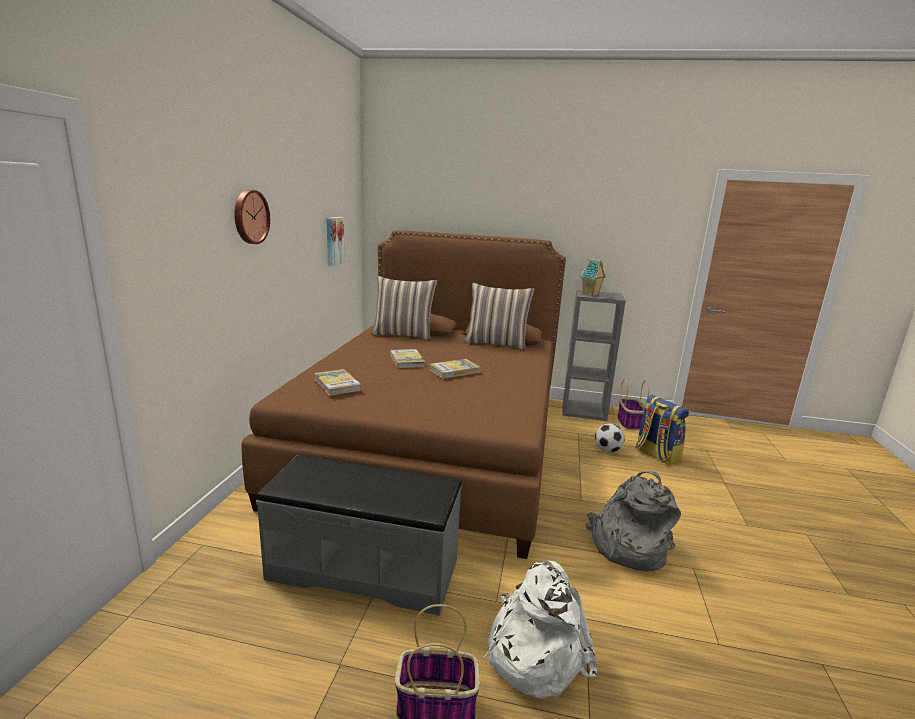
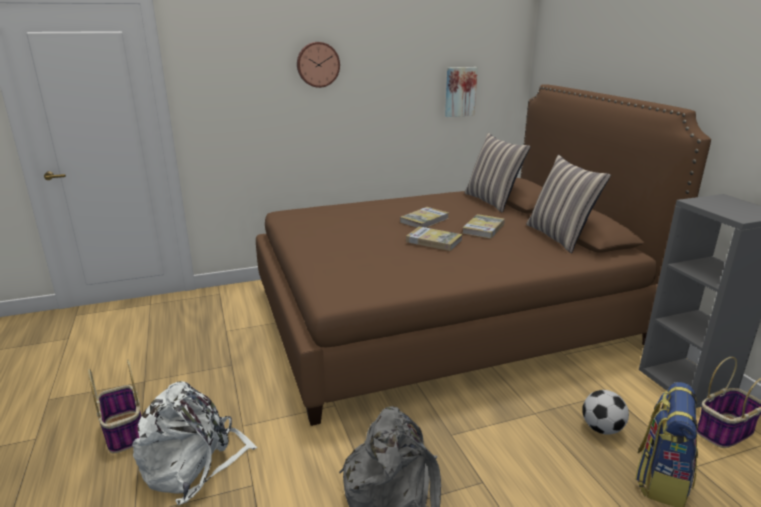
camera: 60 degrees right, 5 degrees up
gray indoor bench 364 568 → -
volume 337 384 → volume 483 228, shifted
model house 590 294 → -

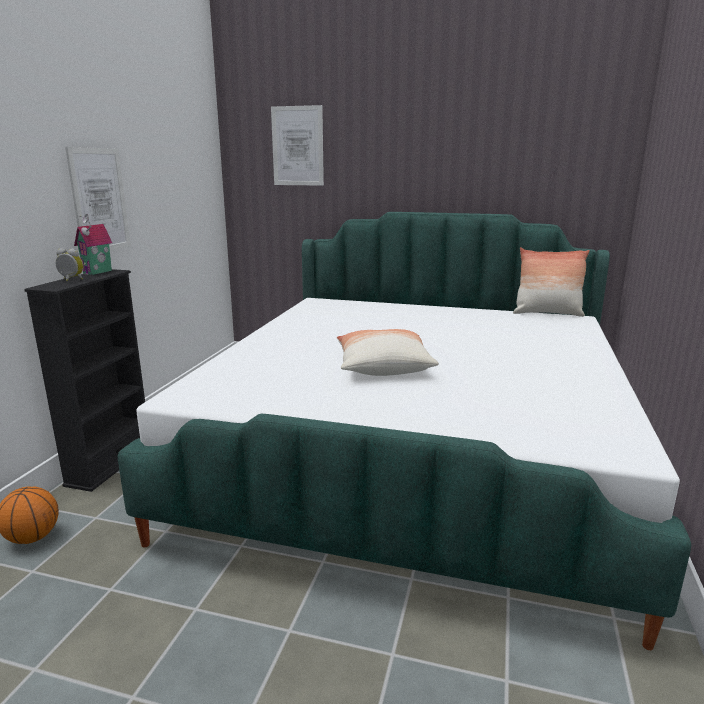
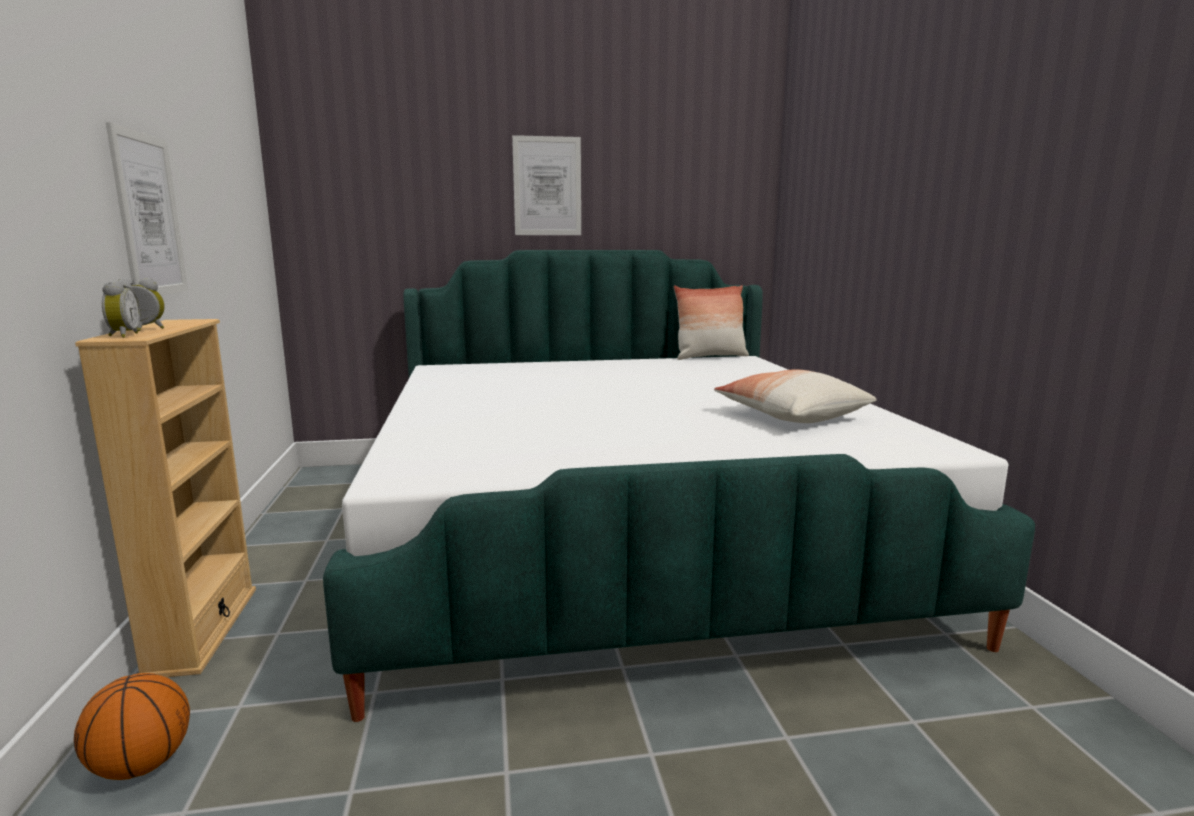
camera: 25 degrees left, 5 degrees down
black bookcase 110 464 → beige bookcase 203 630
model house 98 272 → -
wall art 297 146 → wall art 547 186, shifted
throw pillow 382 367 → throw pillow 791 416, shifted
- → table clock 122 335

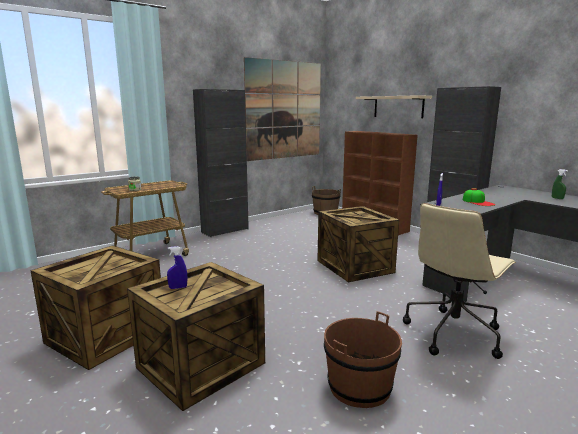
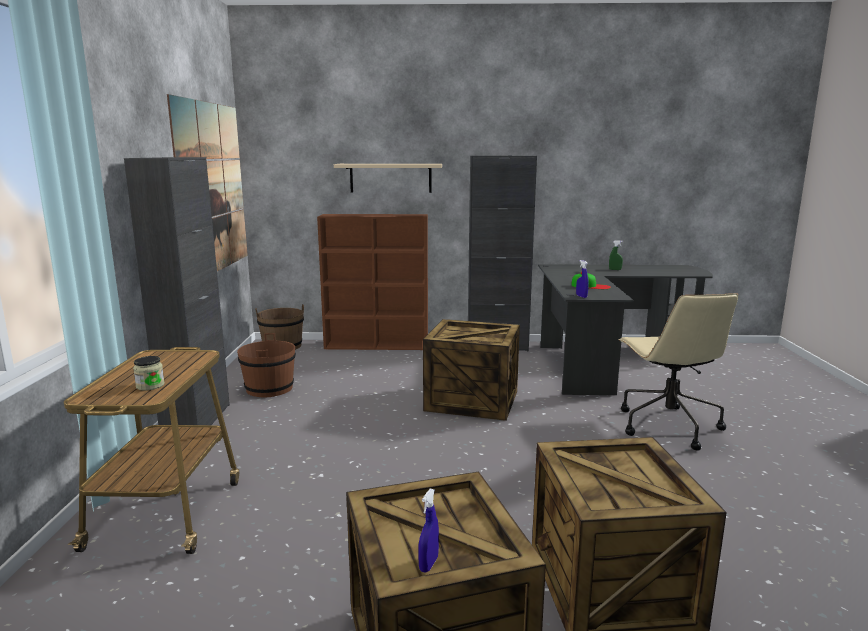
camera: 50 degrees left, 0 degrees up
blue-coloured spray bottle 178 287 → blue-coloured spray bottle 428 564, shifted
brown-coloured water bucket 359 386 → brown-coloured water bucket 269 388, shifted

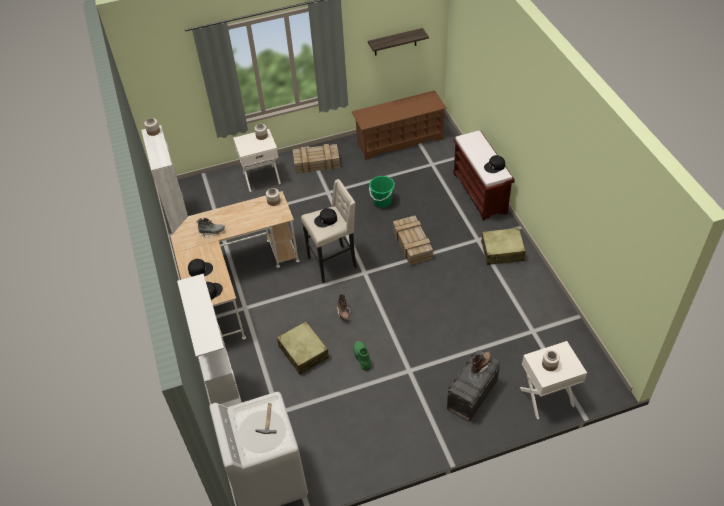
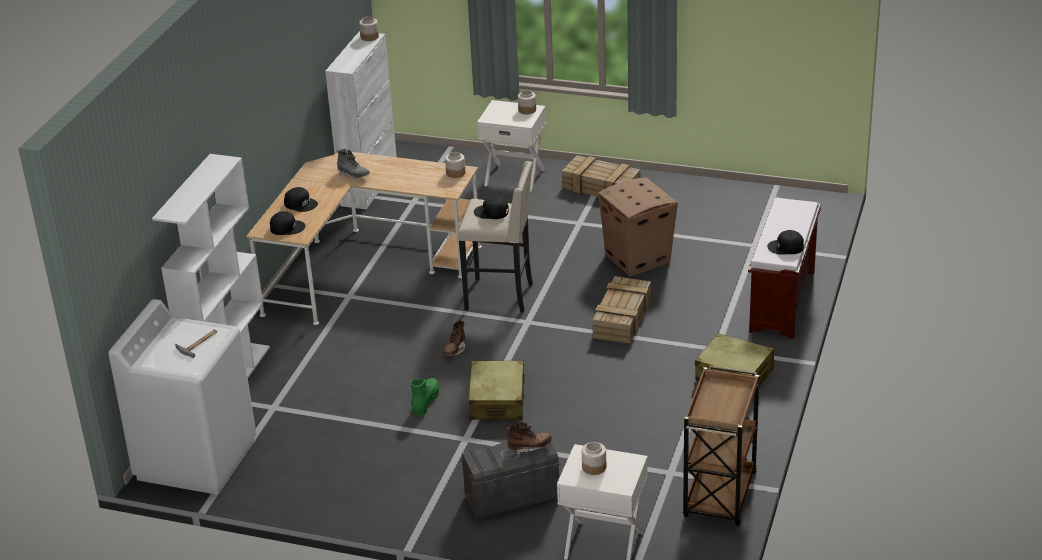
camera: 35 degrees right, 15 degrees down
beige travel case 303 352 → beige travel case 497 400, shifted
brown-coloured shoe shelf 399 140 → -
shelf 395 42 → -
greenish water bucket 382 201 → cardboard box 638 259
- → brown-coloured trolley 719 496

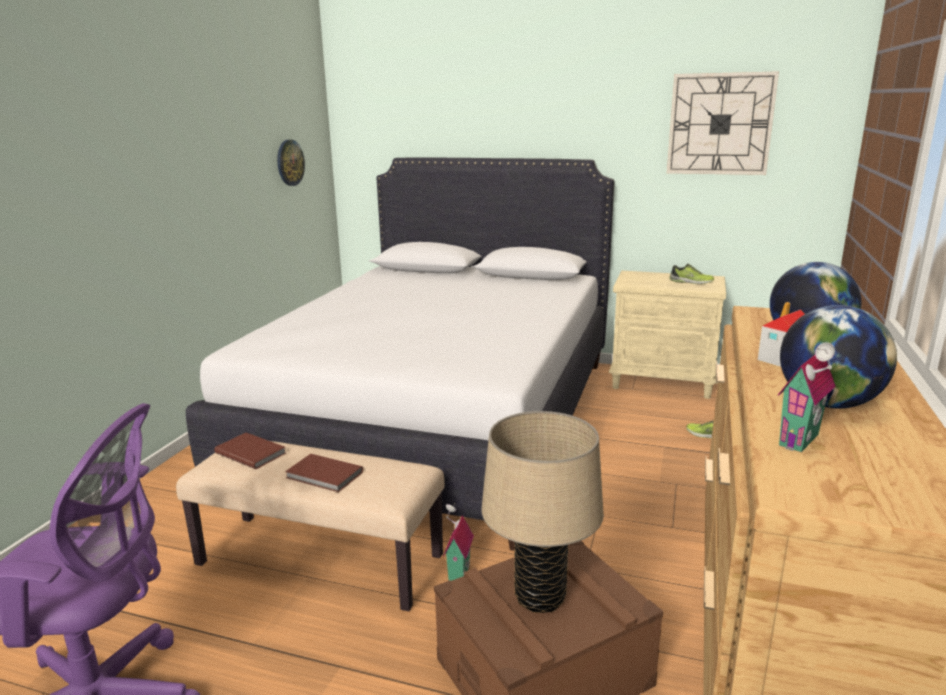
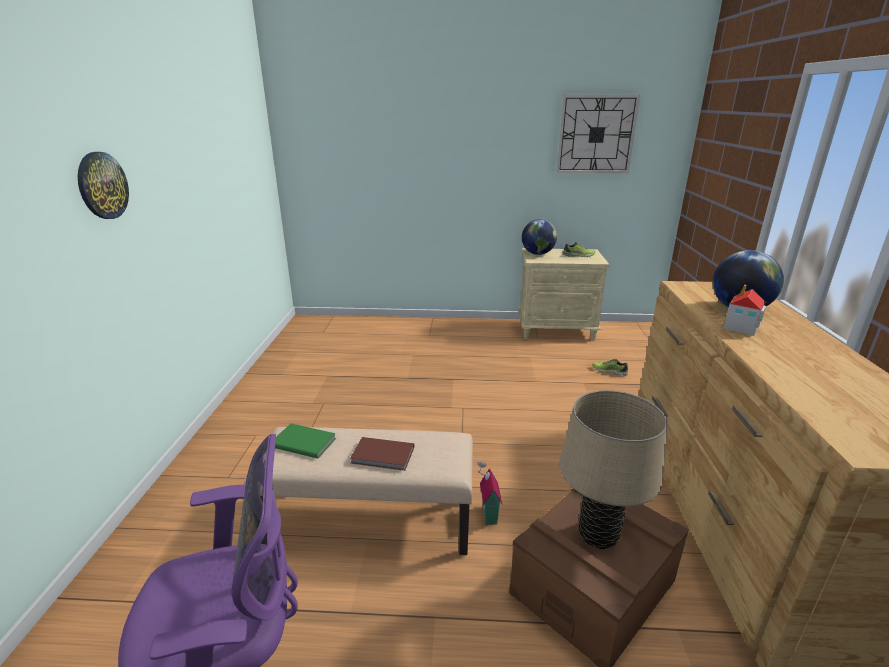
camera: 15 degrees left, 5 degrees up
whitish bedroom bed 438 417 → -
brown-coloured volume 251 452 → greenish volume 304 442
wall clock 289 162 → wall clock 102 185, shifted
model house 802 441 → -
world globe 828 403 → world globe 537 254, shifted

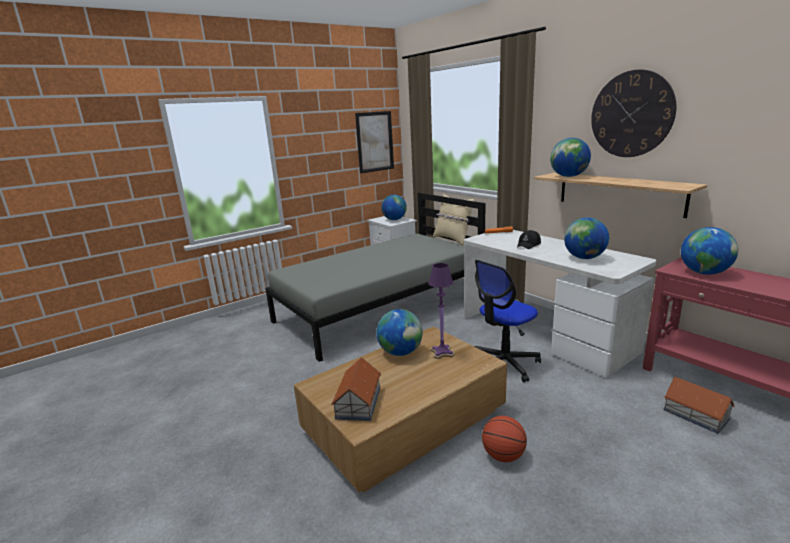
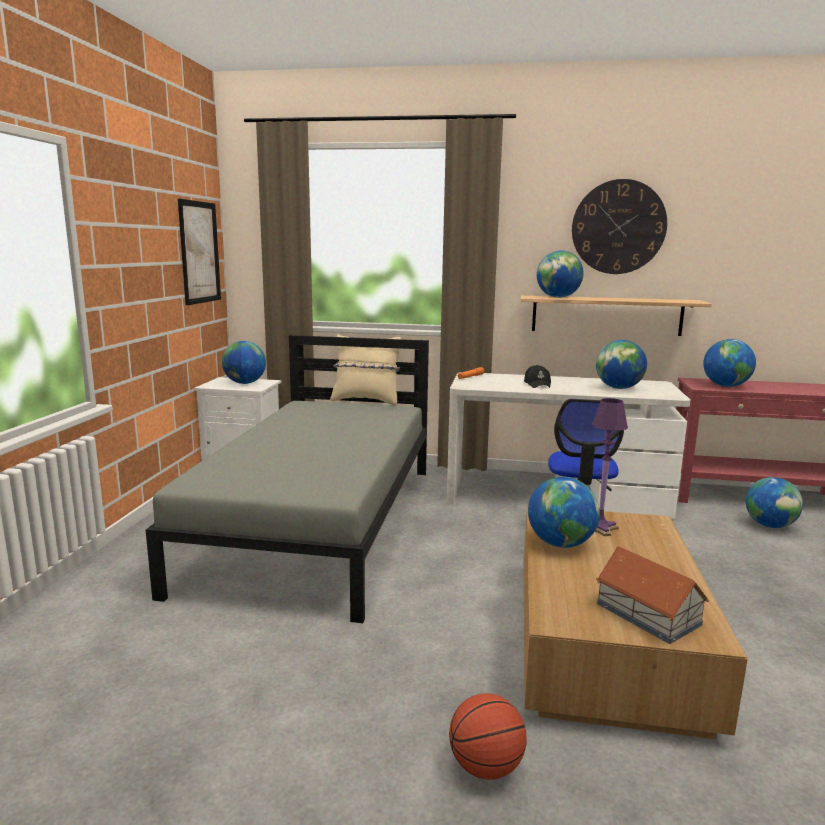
camera: 45 degrees left, 5 degrees down
ball for basketball 503 456 → ball for basketball 485 766, shifted
model house 696 415 → world globe 769 525

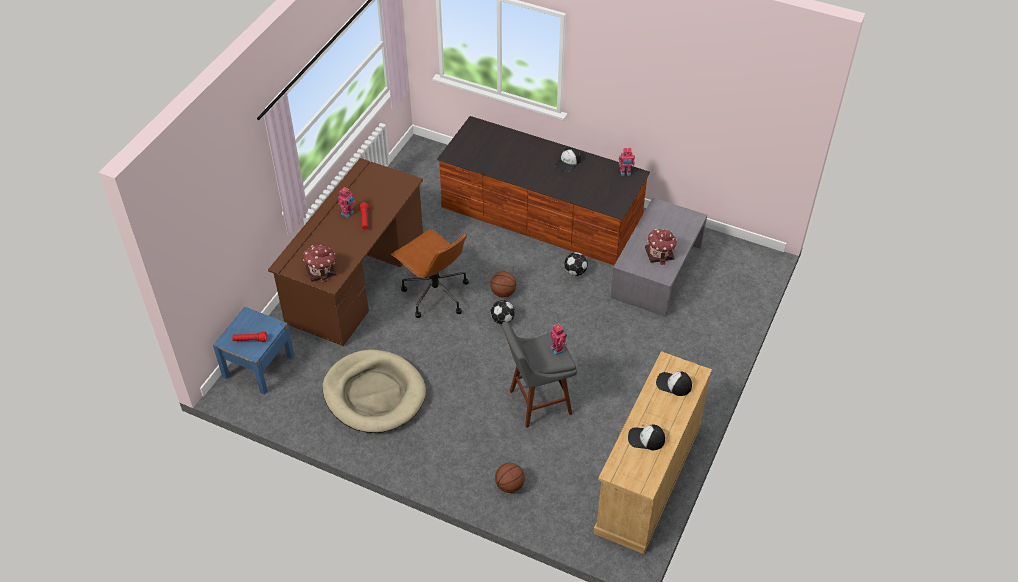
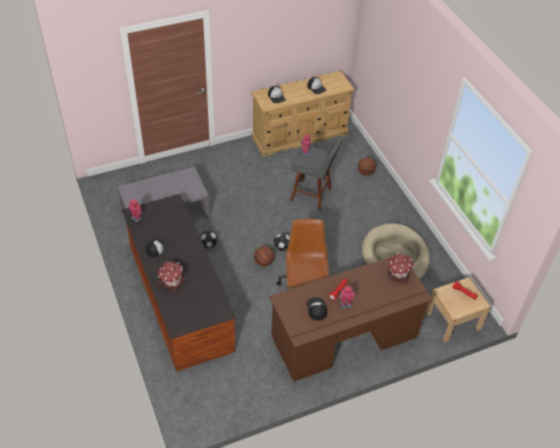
camera: 140 degrees left, 0 degrees up
blue-coloured bedside table 258 366 → beige bedside table 453 321
model house 660 254 → model house 171 282, shifted
- → cap 316 309

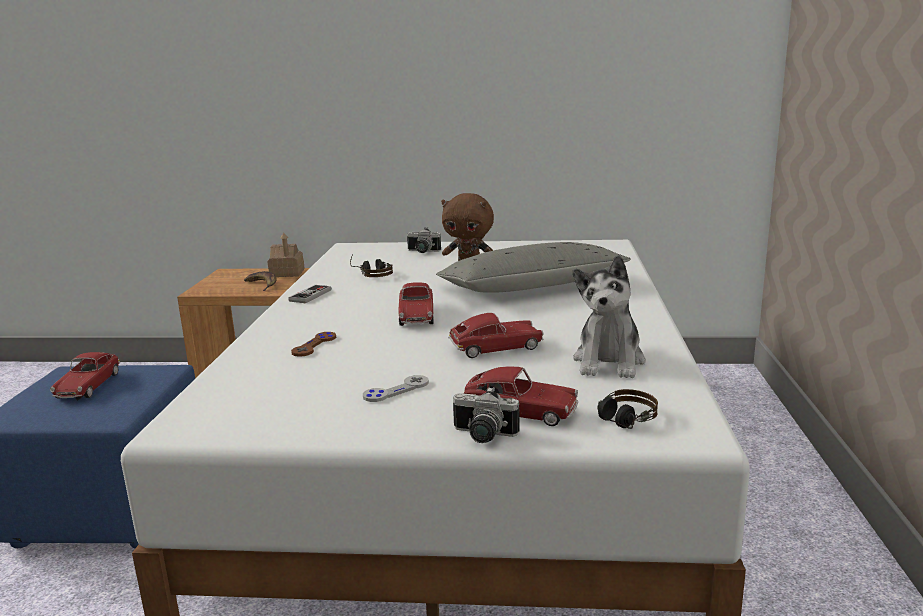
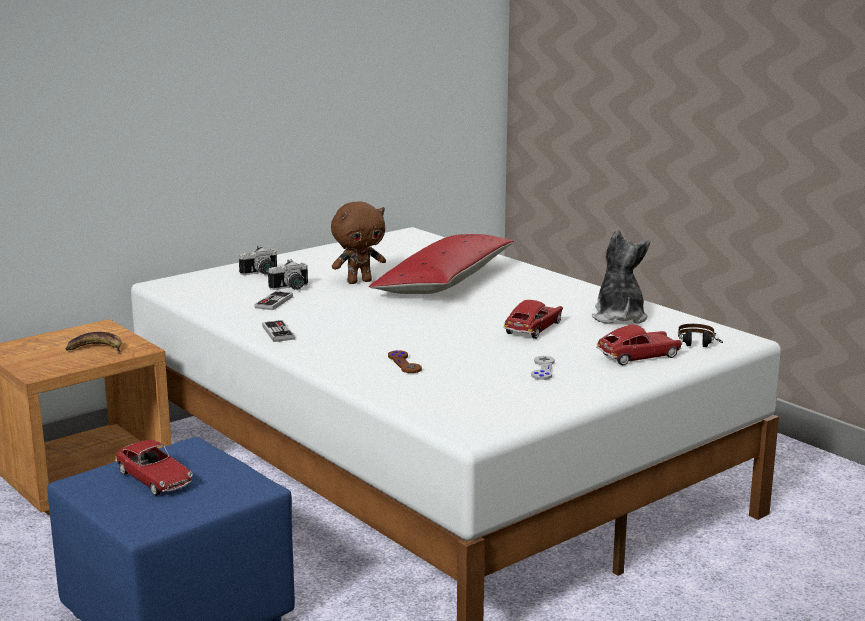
camera: 45 degrees left, 0 degrees up
model house 287 273 → -
headphones 371 273 → joypad 274 302
model car 416 315 → -
gray throw pillow 531 287 → red-coloured throw pillow 444 282
still camera 482 436 → still camera 291 288, shifted
cuddly toy 609 361 → cuddly toy 618 317, 150 degrees counterclockwise

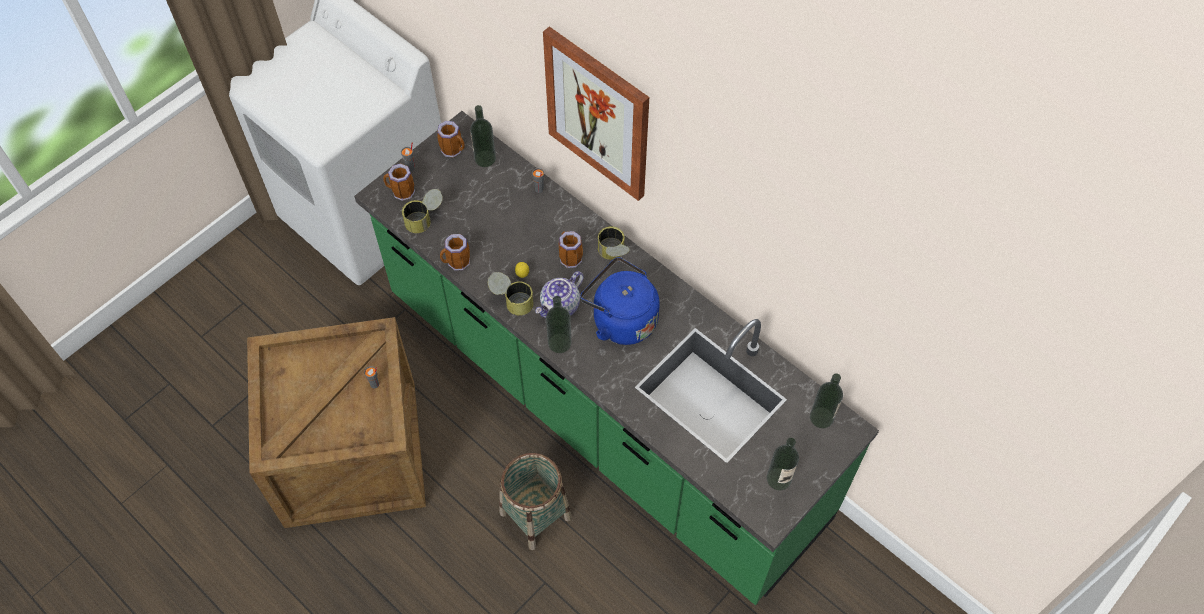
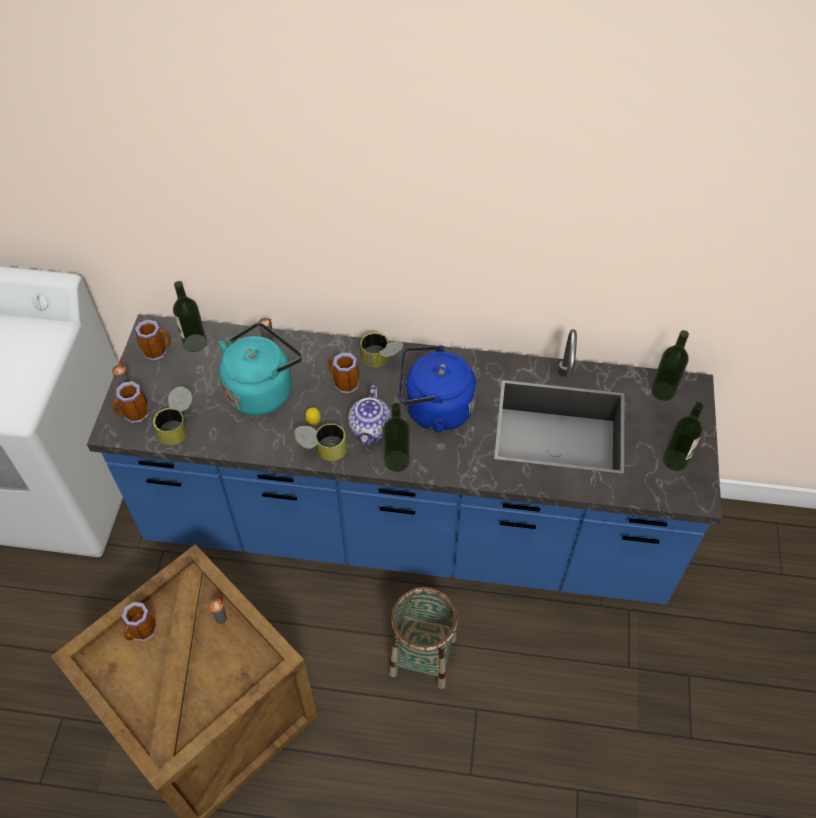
camera: 35 degrees left, 5 degrees down
greenish kitchen counter 601 408 → blue-coloured kitchen counter 408 528
coffee mug 457 263 → coffee mug 143 632, shifted
wall art 598 114 → -
- → turquoise water kettle 262 389

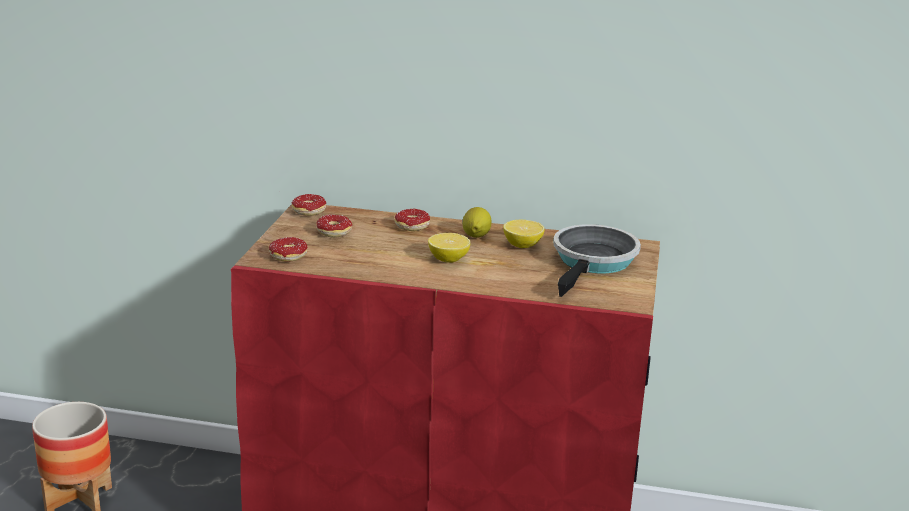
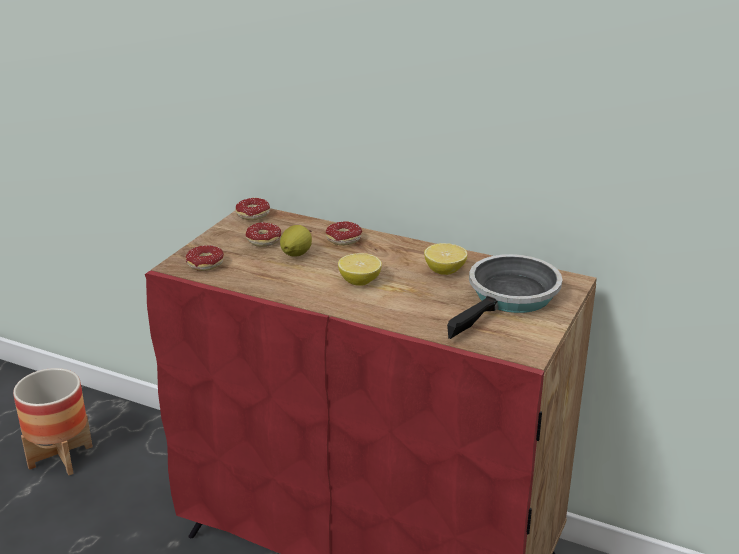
camera: 15 degrees right, 5 degrees up
whole lemon 475 236 → whole lemon 295 255, shifted

